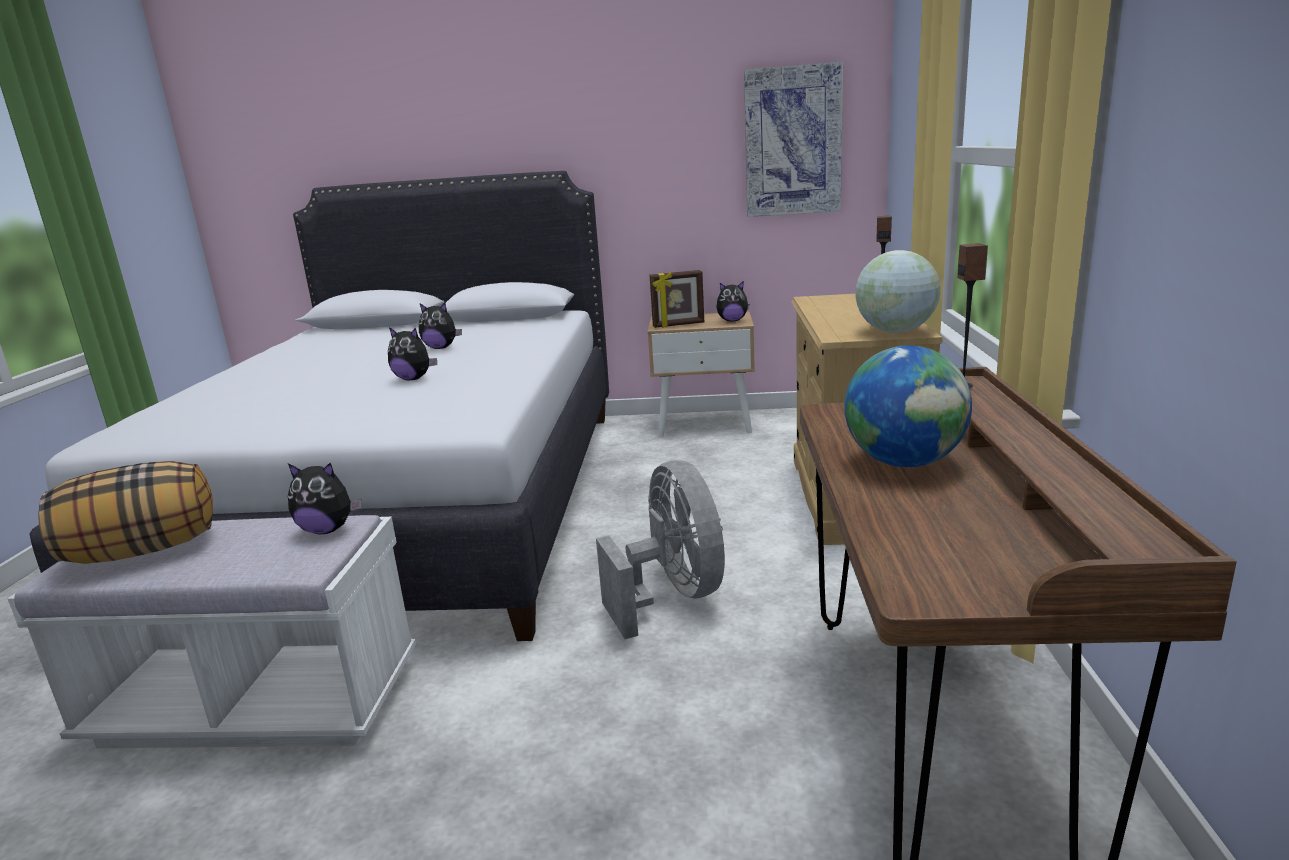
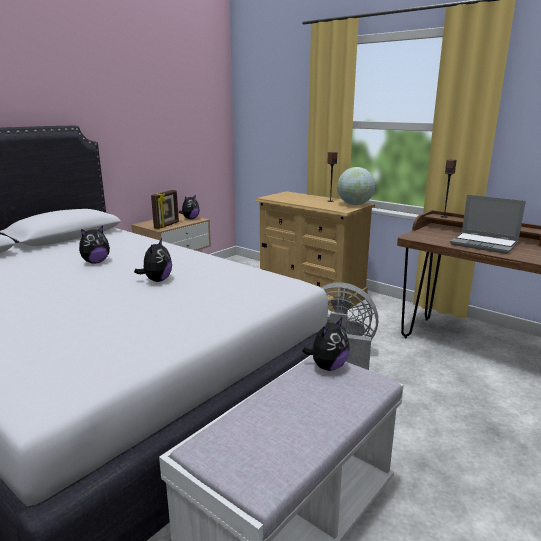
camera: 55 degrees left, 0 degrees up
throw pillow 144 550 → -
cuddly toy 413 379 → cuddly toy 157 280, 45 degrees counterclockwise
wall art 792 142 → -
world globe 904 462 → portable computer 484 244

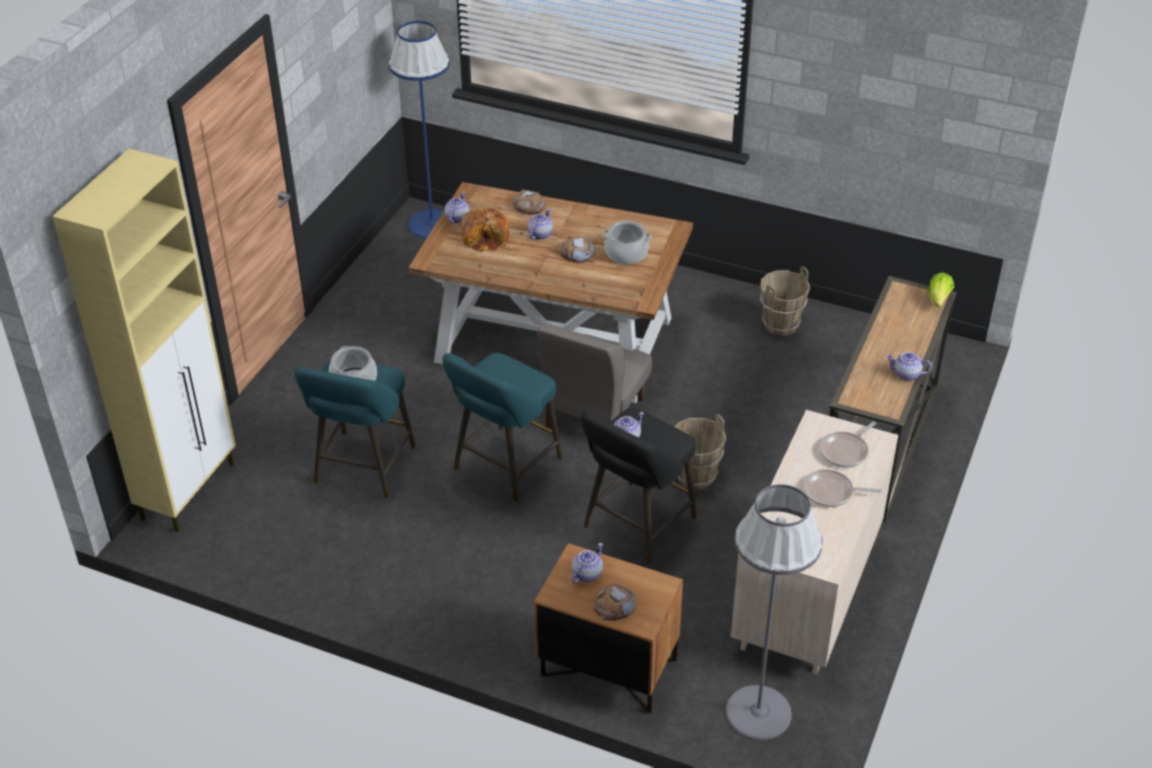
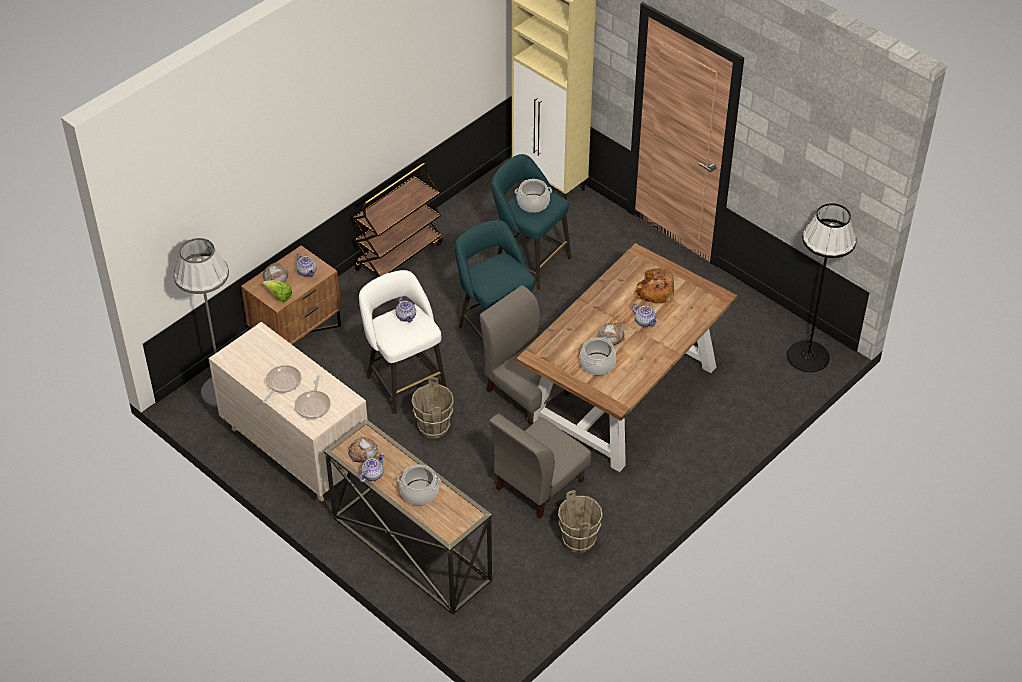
camera: 110 degrees right, 5 degrees up
blue-coloured standard lamp 432 224 → black standard lamp 808 356
pot for tea 457 218 → -
bakery bread 529 206 → bakery bread 363 452, shifted
black stool seat 635 526 → whitish stool seat 404 381
frying pan 845 451 → frying pan 313 405, 150 degrees counterclockwise
lettuce 938 300 → lettuce 279 296, shifted
- → brown-coloured trolley 399 255
- → stockpot 419 492
- → gray plain chair 538 484

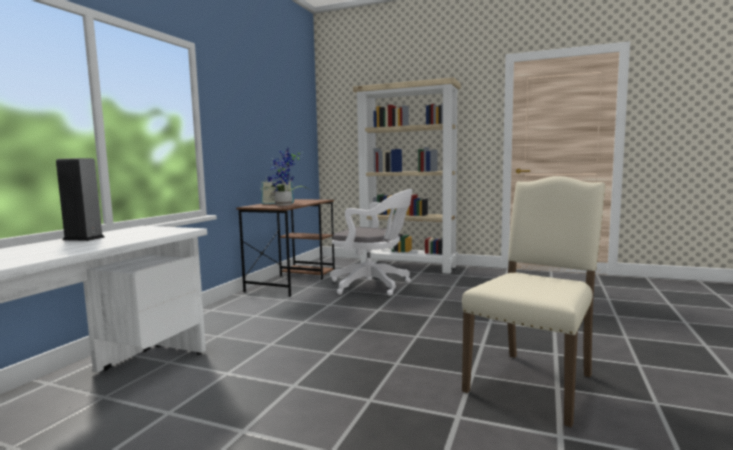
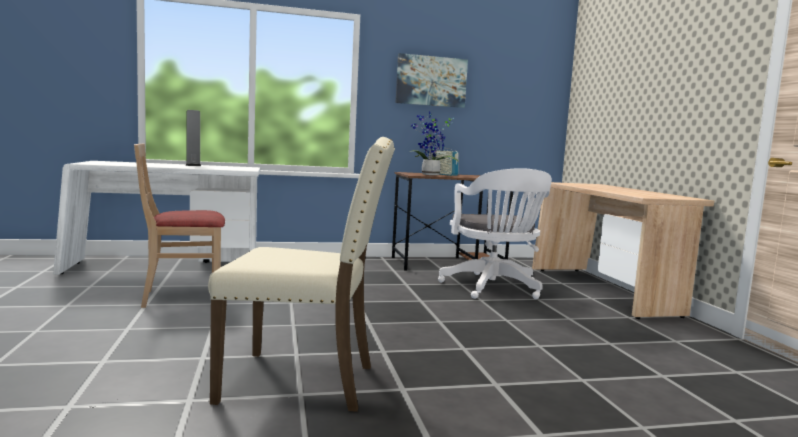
camera: 55 degrees right, 0 degrees up
beige bookcase 409 266 → beige desk table 603 291
- → beige plain chair 182 297
- → wall art 431 81

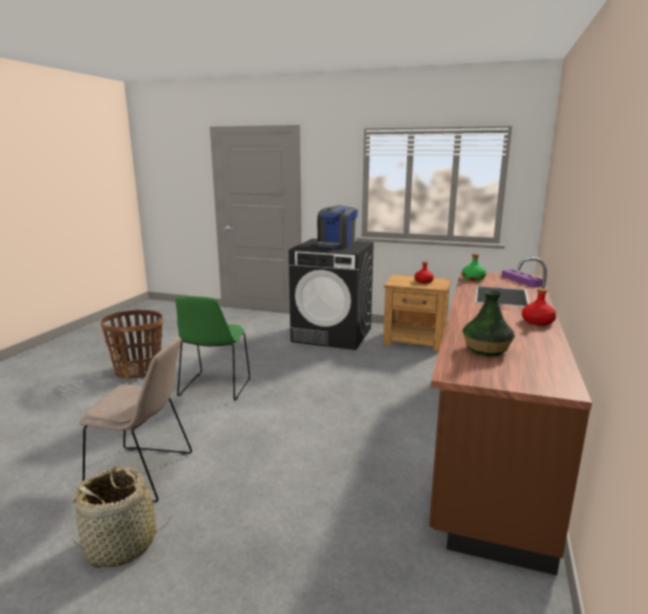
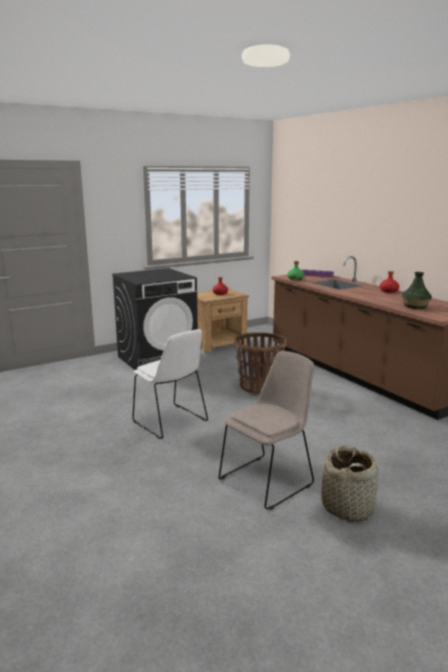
camera: 50 degrees left, 0 degrees up
storage basket 138 371 → storage basket 259 387, shifted
greenish plain chair 214 388 → whitish plain chair 171 422
coffee machine 336 245 → -

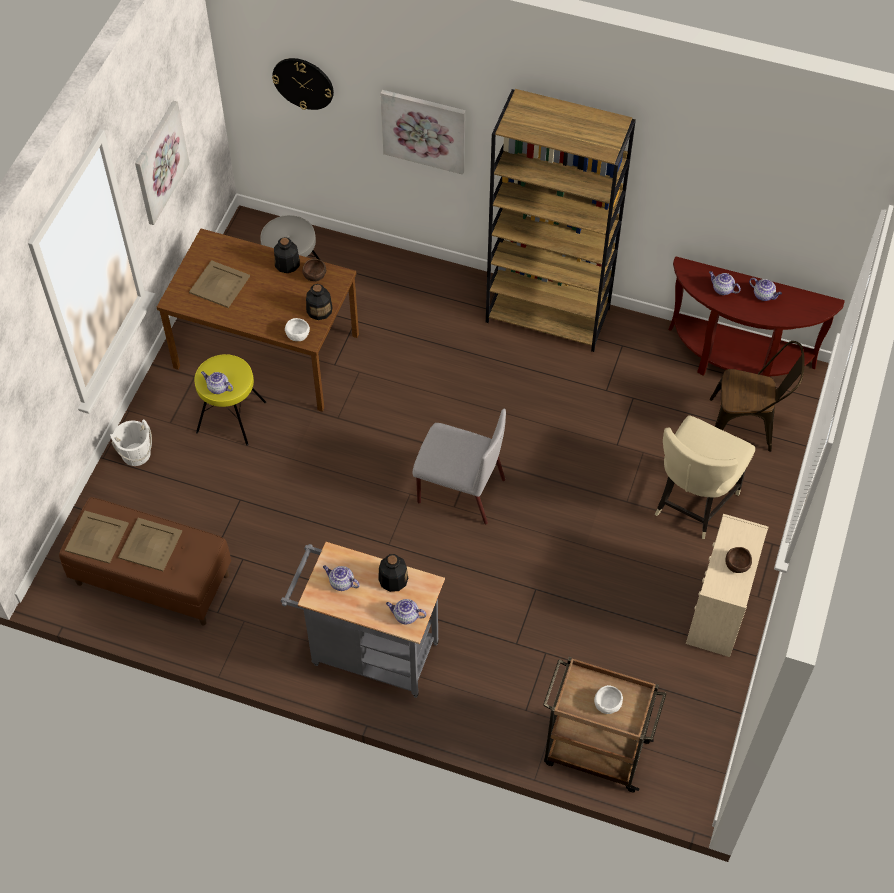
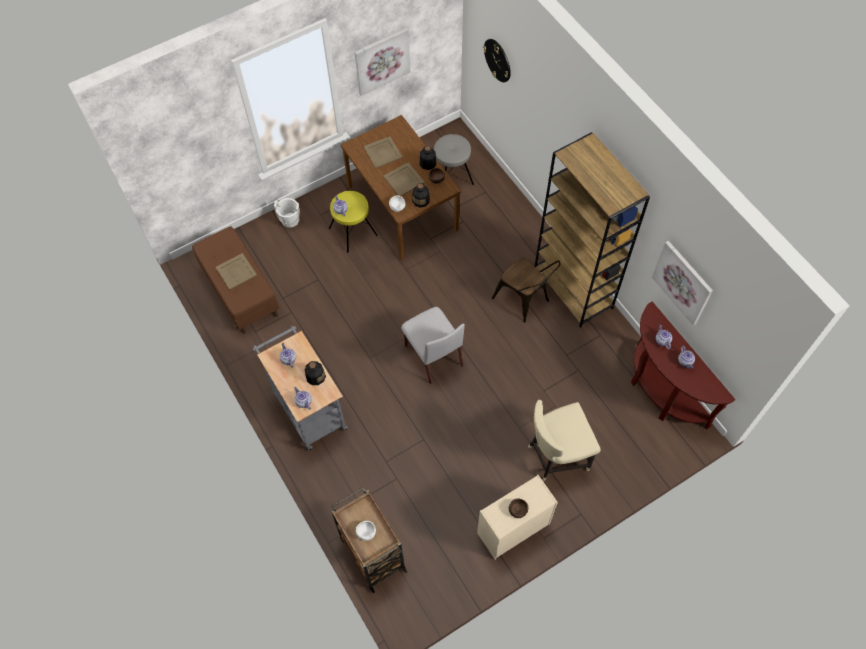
camera: 40 degrees right, 5 degrees up
beige tray 97 537 → beige tray 404 179, shifted
wall art 424 130 → wall art 683 282, shifted
brown-coloured plain chair 746 427 → brown-coloured plain chair 524 301, shifted

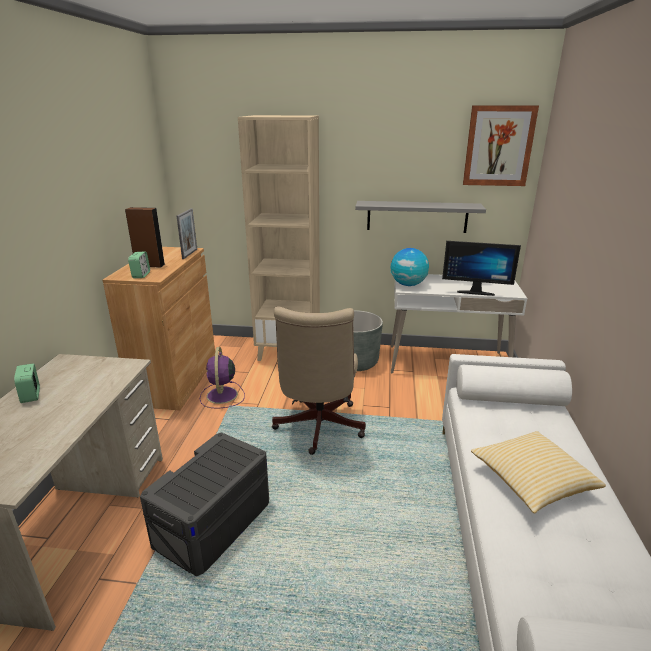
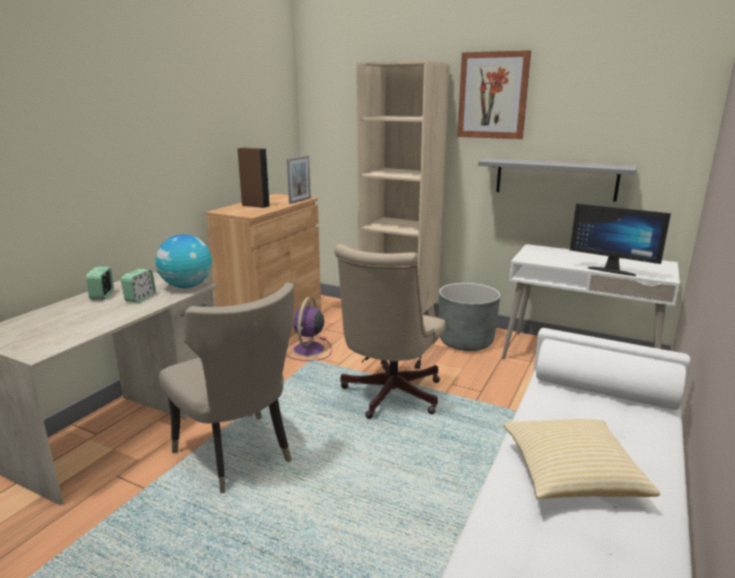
camera: 20 degrees right, 5 degrees down
table clock 141 275 → table clock 140 298, shifted
gray storage bin 213 522 → beige plain chair 238 456
world globe 408 284 → world globe 187 286, shifted
wall art 498 146 → wall art 493 95, shifted

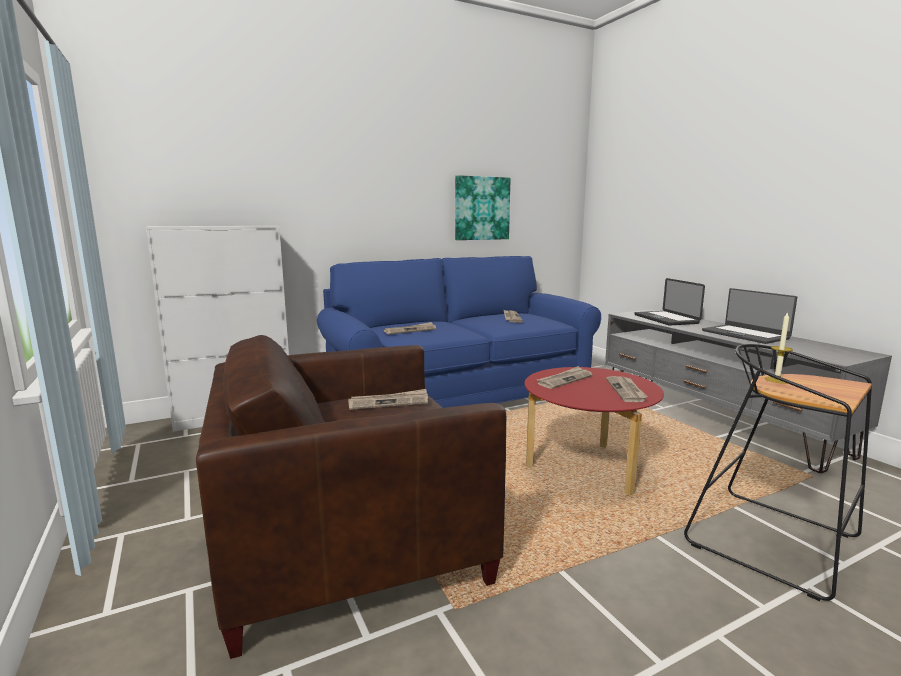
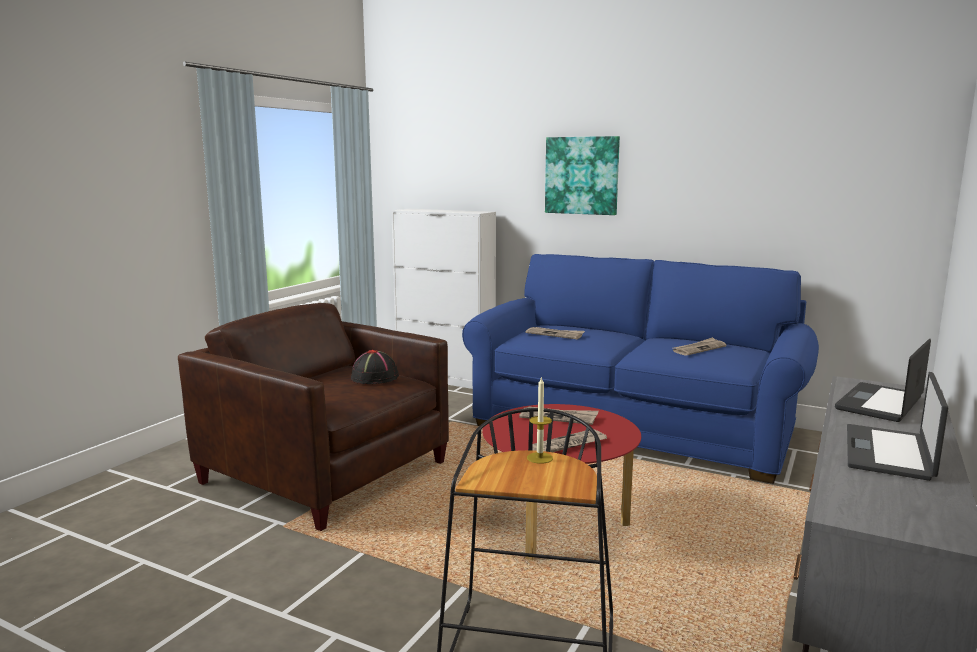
camera: 55 degrees right, 0 degrees up
printed paper 389 402 → black wearable hat 375 377
wall art 481 208 → wall art 582 175, shifted

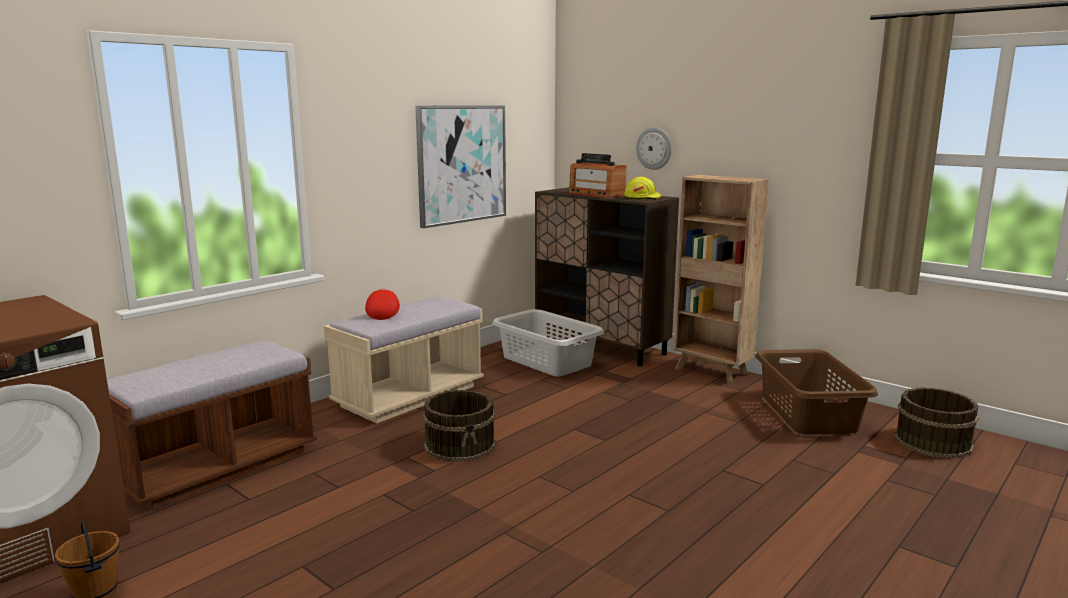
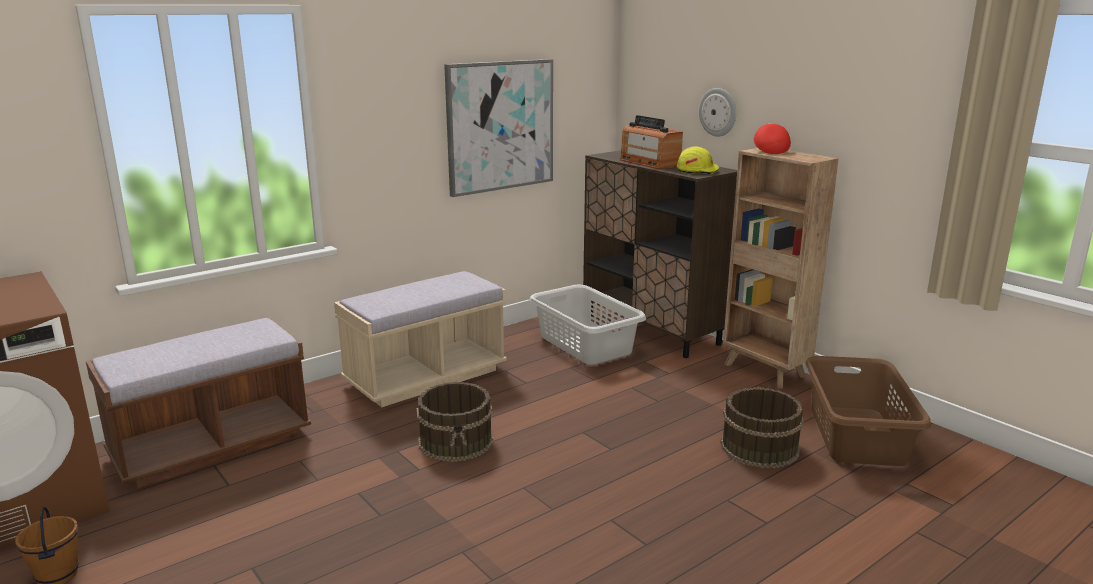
camera: 10 degrees right, 5 degrees up
red-coloured cap 382 314 → red-coloured cap 769 150, shifted
brown-coloured water bucket 932 441 → brown-coloured water bucket 758 447, shifted

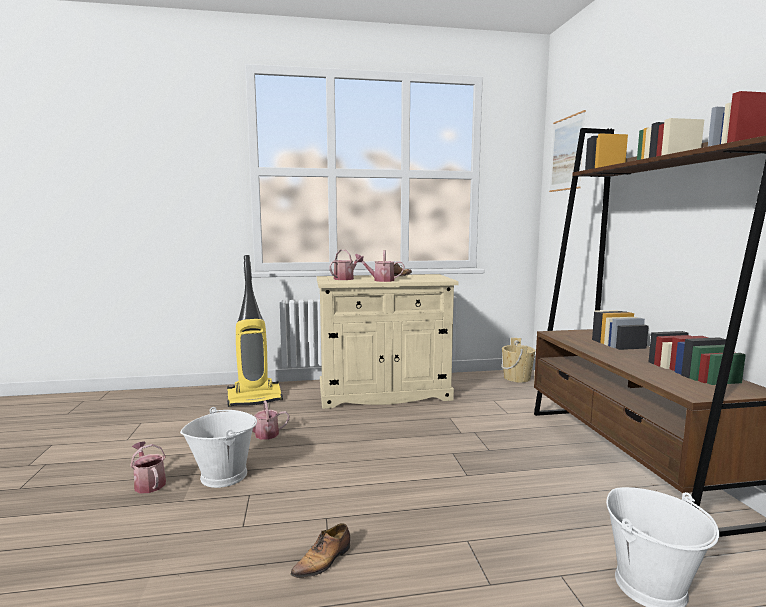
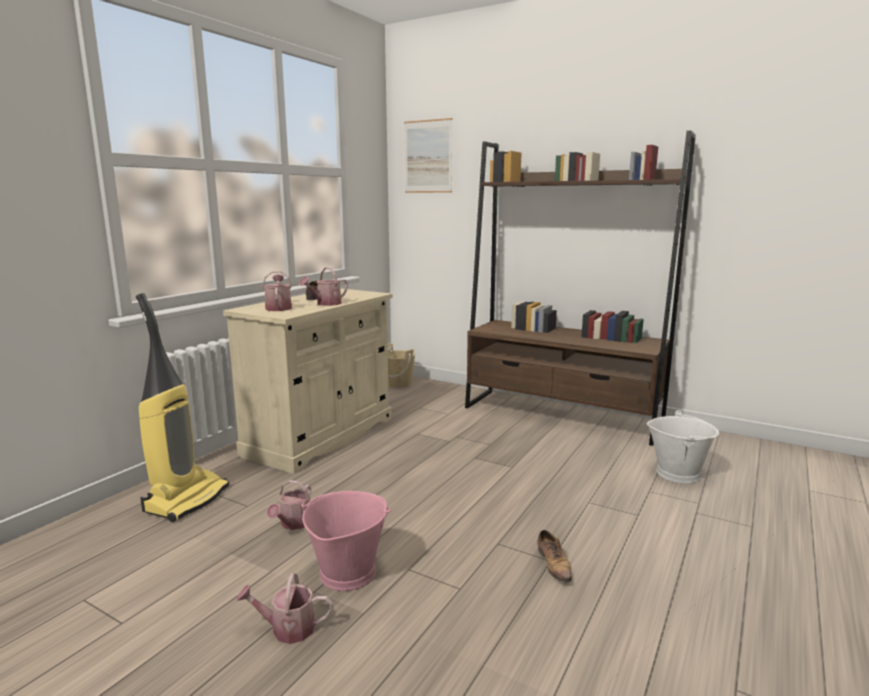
camera: 50 degrees left, 5 degrees up
whitish water bucket 224 475 → pink water bucket 347 572

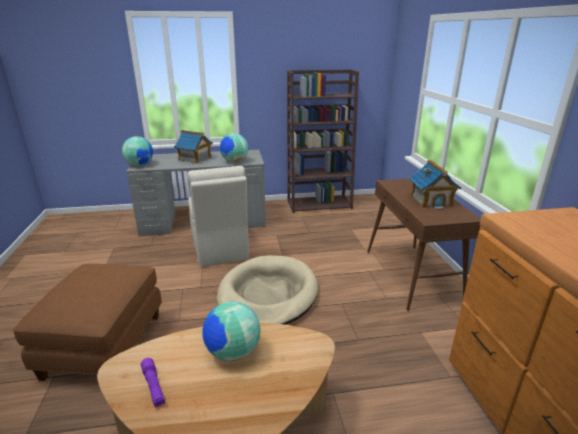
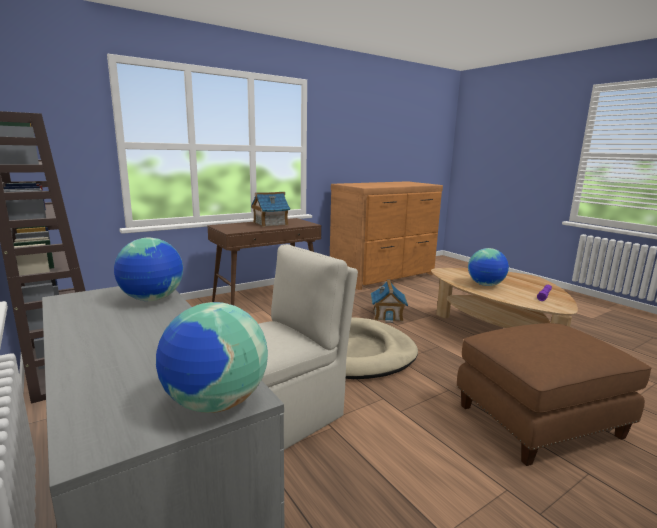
camera: 115 degrees left, 10 degrees down
model house 195 159 → model house 387 315, shifted

